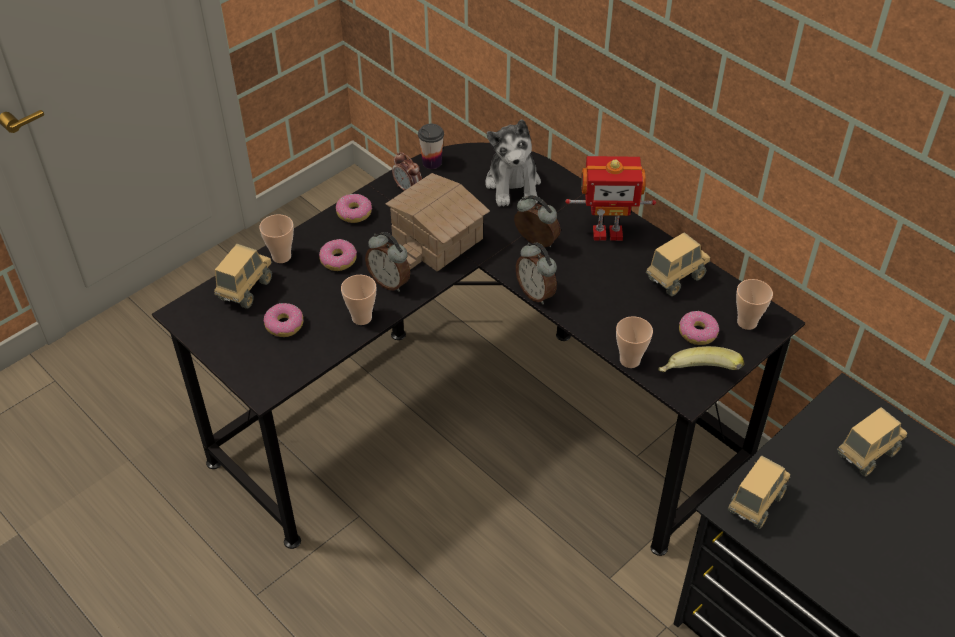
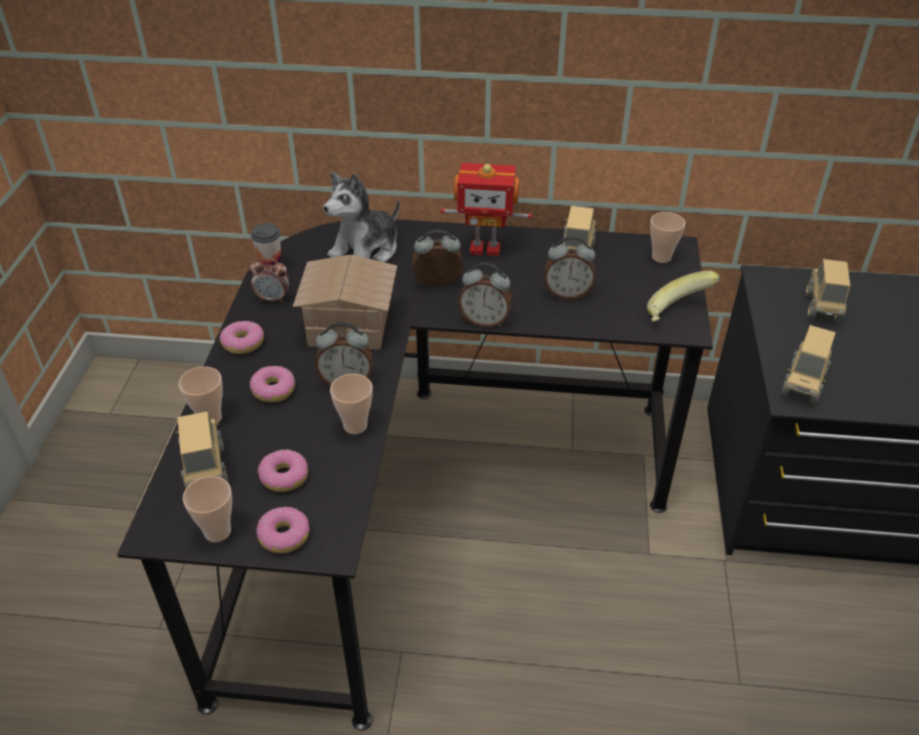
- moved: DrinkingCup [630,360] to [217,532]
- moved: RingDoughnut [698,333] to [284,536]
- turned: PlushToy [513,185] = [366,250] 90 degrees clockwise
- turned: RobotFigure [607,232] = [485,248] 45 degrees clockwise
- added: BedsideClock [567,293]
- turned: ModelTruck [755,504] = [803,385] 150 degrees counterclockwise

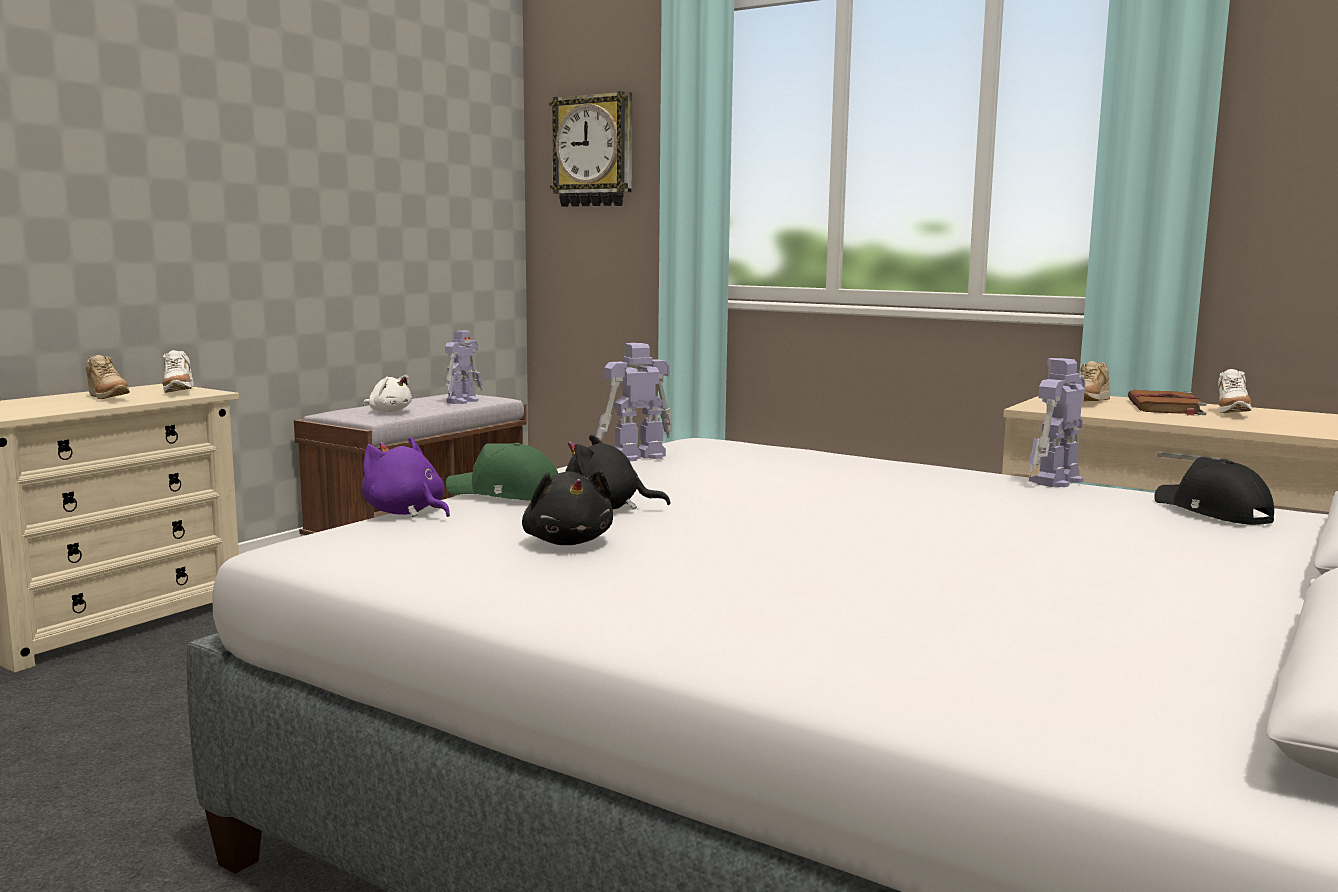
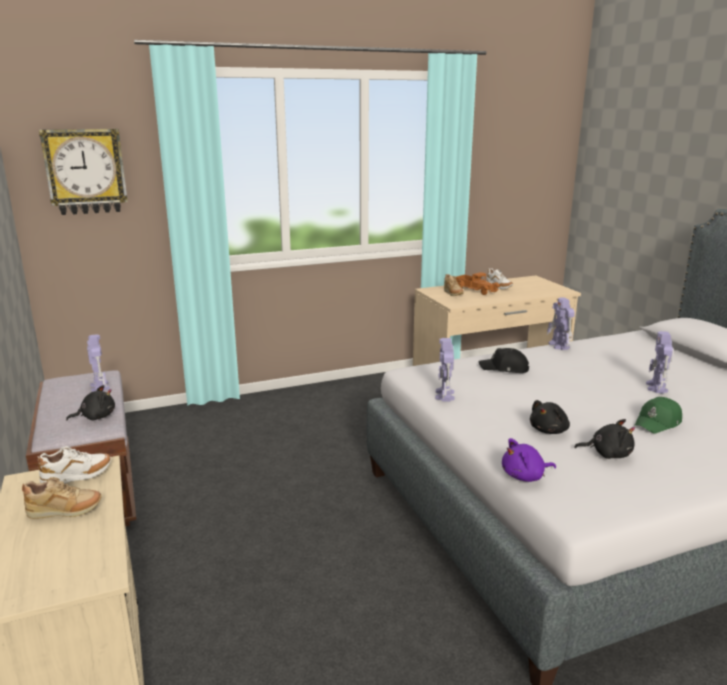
- turned: WhitishShoe [178,392] = [77,477] 45 degrees counterclockwise
- recoloured: WhitishPlushToy [389,411] to BlackPlushToy [96,417]
- replaced: BrownColouredVolume [1165,407] to ModelTruck [476,289]
- moved: BlackPeakedCap [1211,512] to [504,368]
- moved: GreenishPeakedCap [505,494] to [658,423]
- added: RobotFigure [656,388]

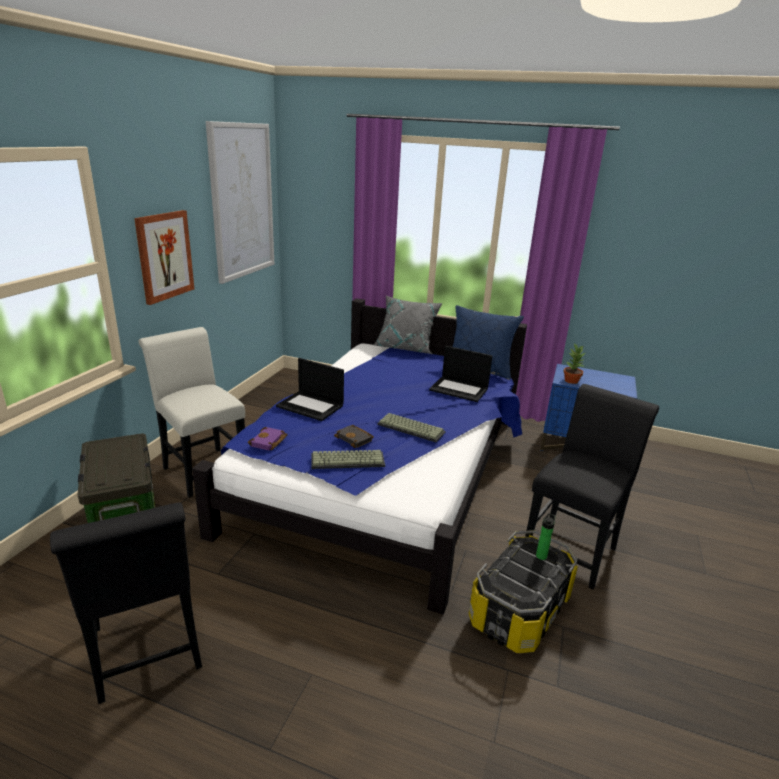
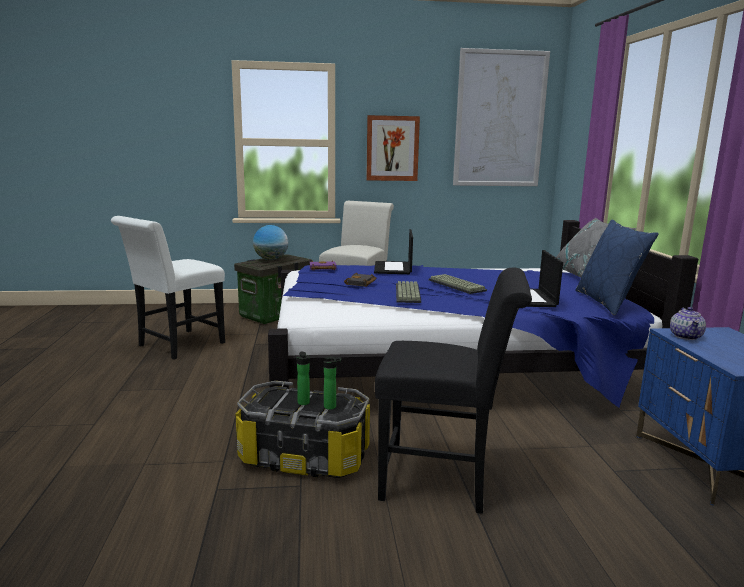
- recoloured: BlackUprightChair [147,654] to WhitishUprightChair [176,346]
- added: WorldGlobe [271,259]
- added: DrinkBottle [304,403]
- moved: Keyboard [348,460] to [458,285]
- replaced: PottedPlant [571,380] to PotForTea [686,336]

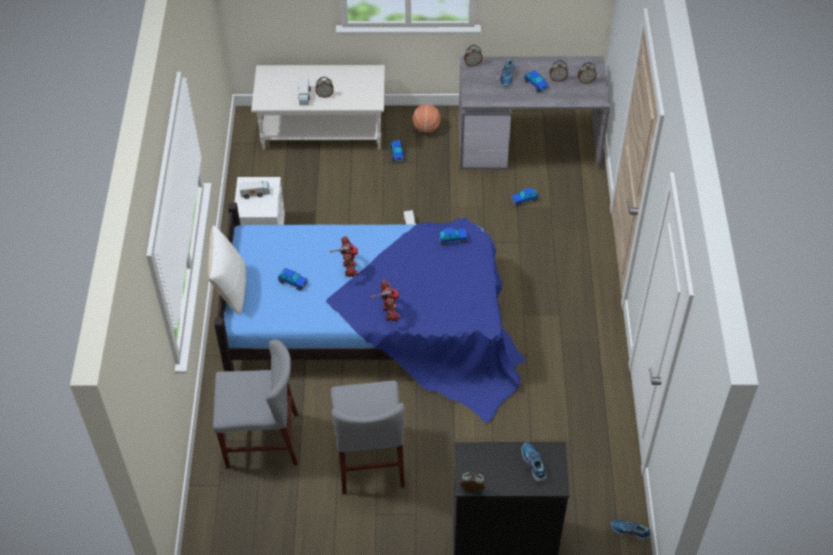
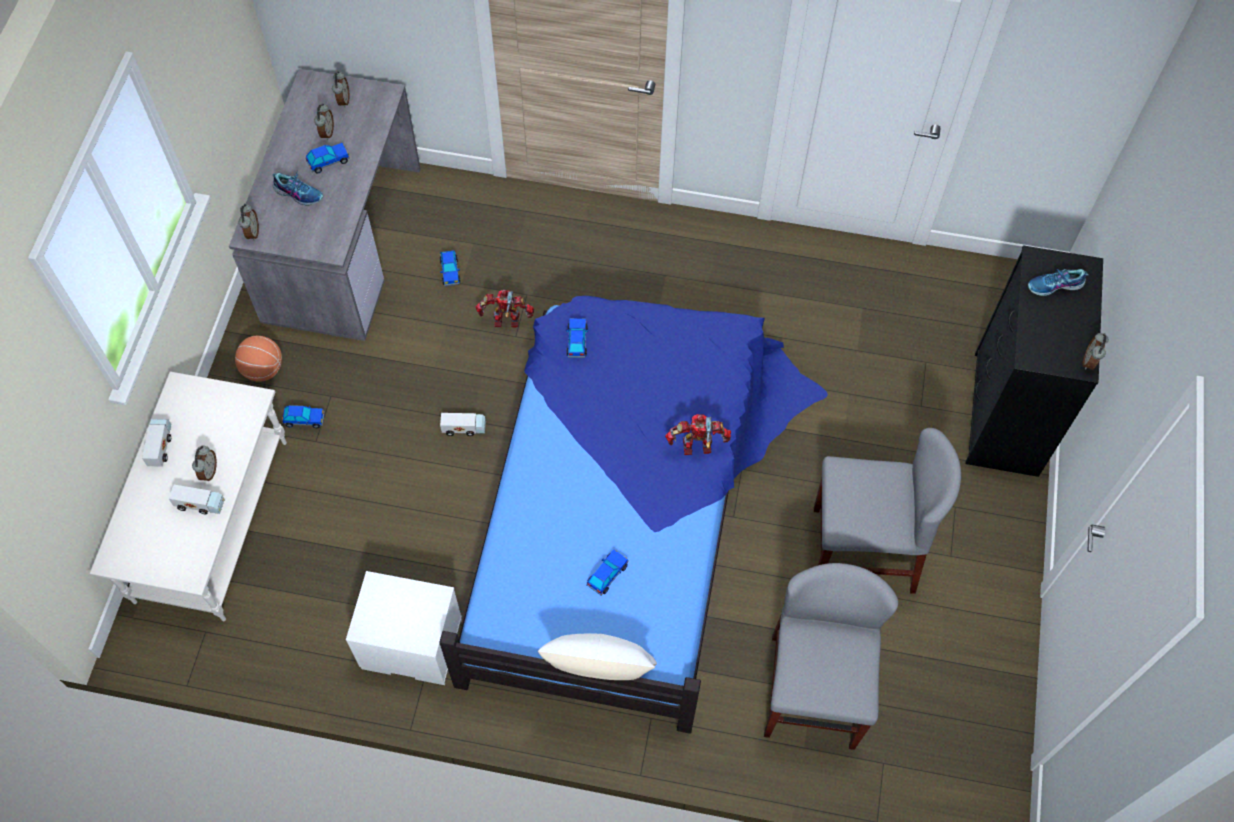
- moved: ModelTruck [255,193] to [160,446]
- moved: RobotFigure [349,269] to [507,322]
- removed: Shoe [630,531]

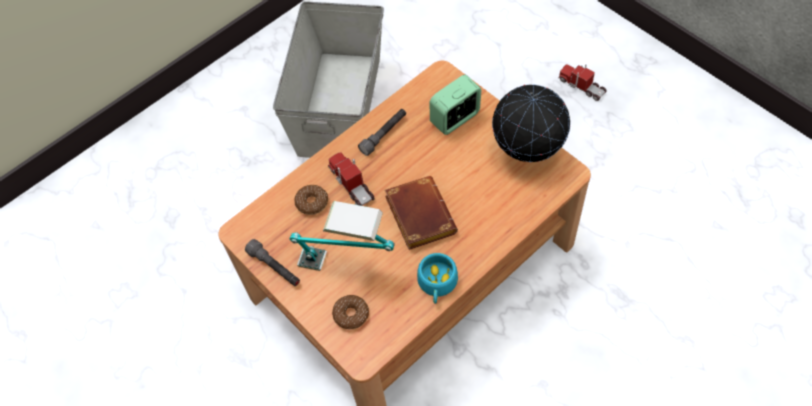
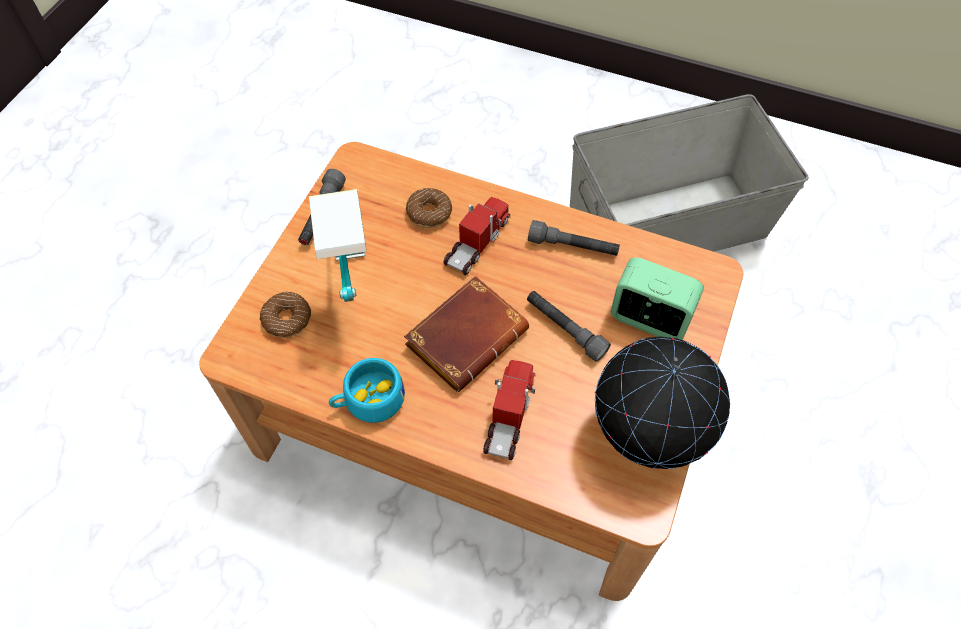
- moved: ModelTruck [581,86] to [509,415]
- added: GreyishTorch [565,329]

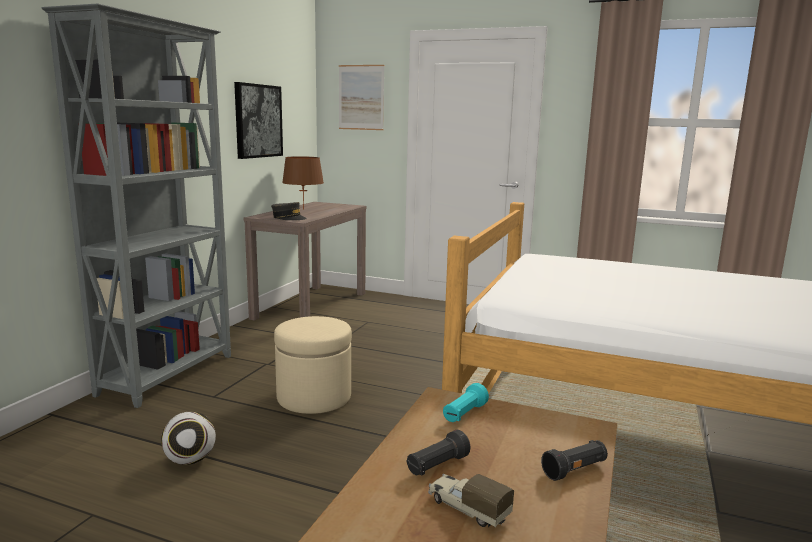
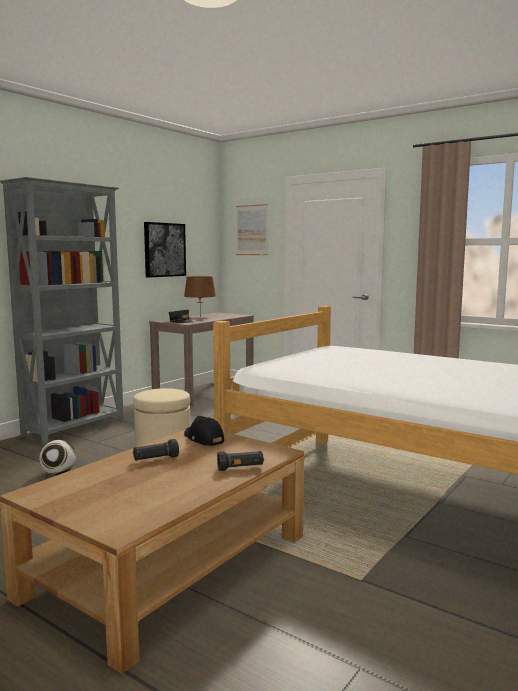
- replaced: TurquoiseColouredTorch [464,414] to BlackPeakedCap [203,439]
- removed: ModelTruck [467,509]

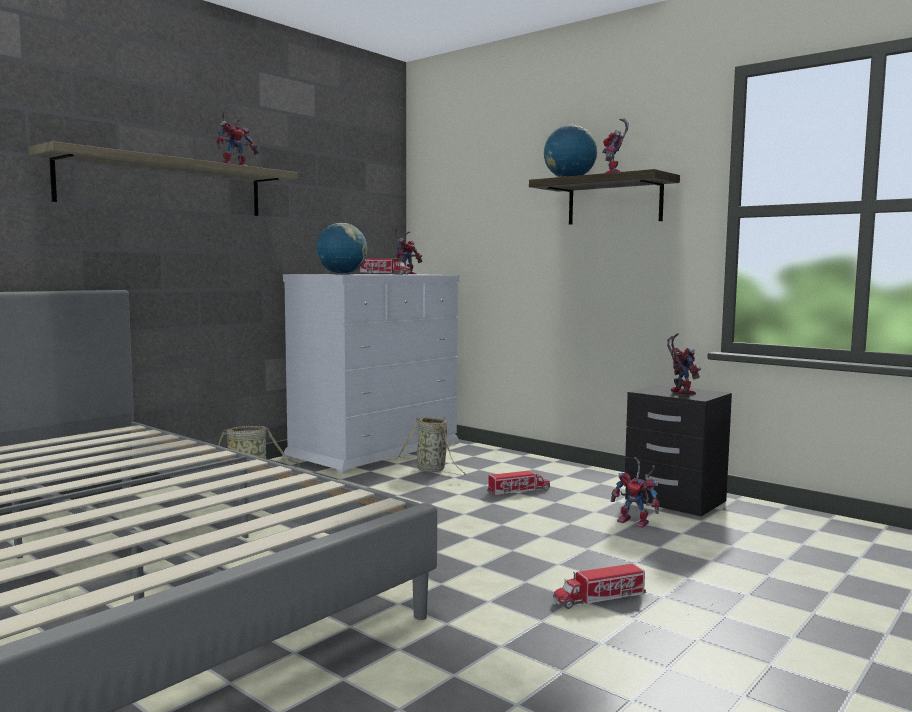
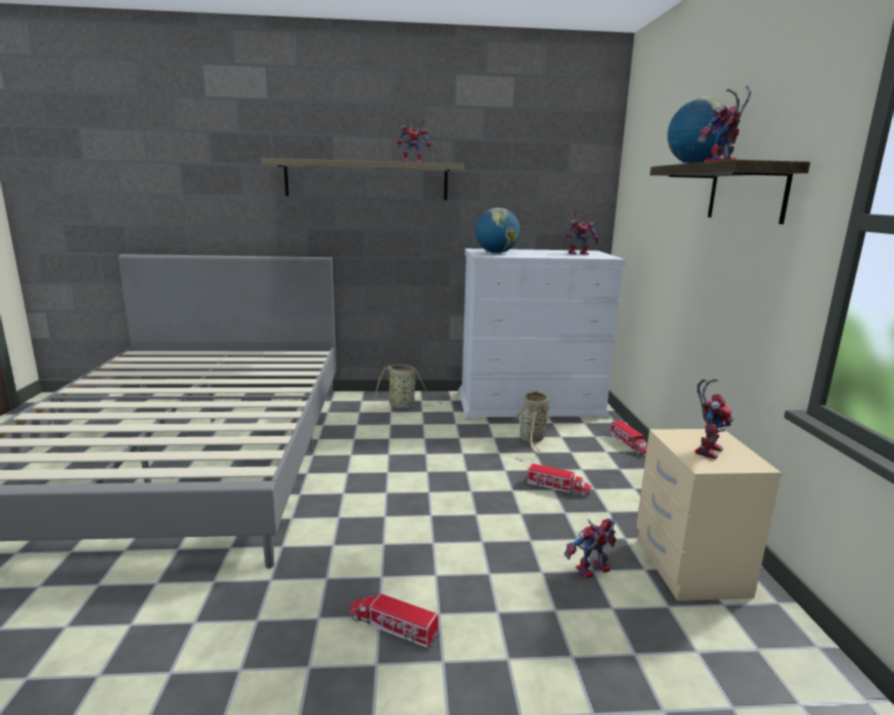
- turned: RobotFigure [636,522] = [591,571] 75 degrees clockwise
- moved: ModelTruck [384,274] to [629,444]
- recoloured: BlackNightTable [675,500] to BeigeNightTable [690,567]

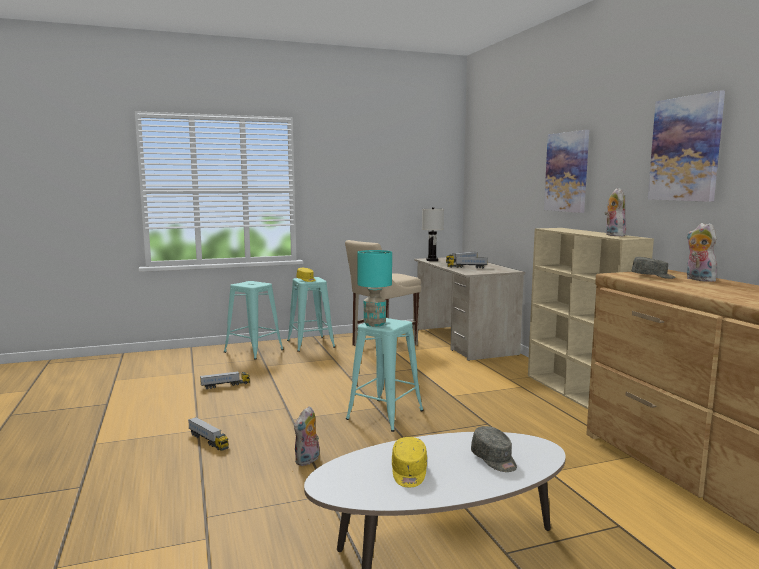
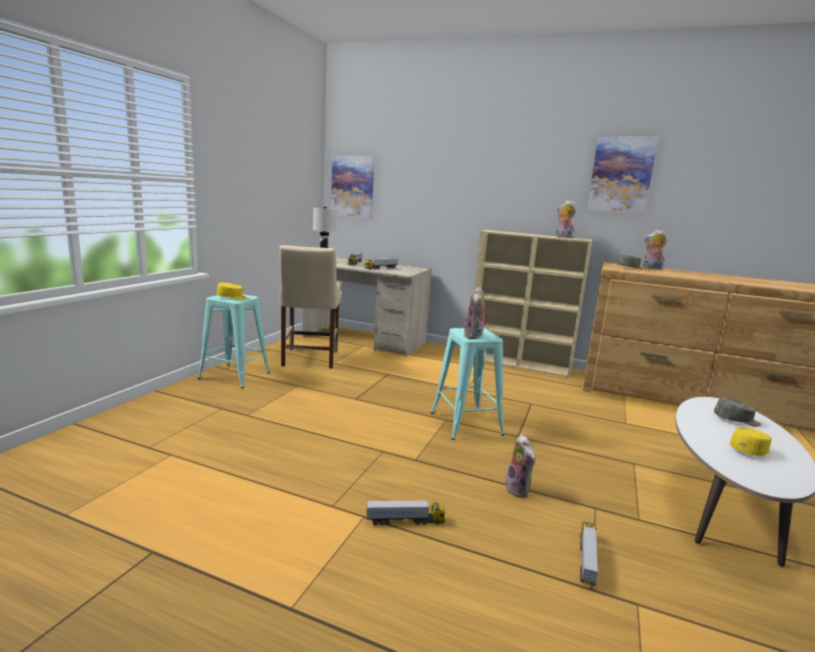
- moved: WallArt [567,172] to [352,187]
- replaced: TurquoiseColouredTableLamp [375,324] to PlushToy [474,336]
- moved: ModelTruck [225,385] to [586,559]
- turned: YellowishPeakedCap [409,473] = [750,450] 75 degrees counterclockwise
- removed: TurquoiseColouredSittingStool [253,351]

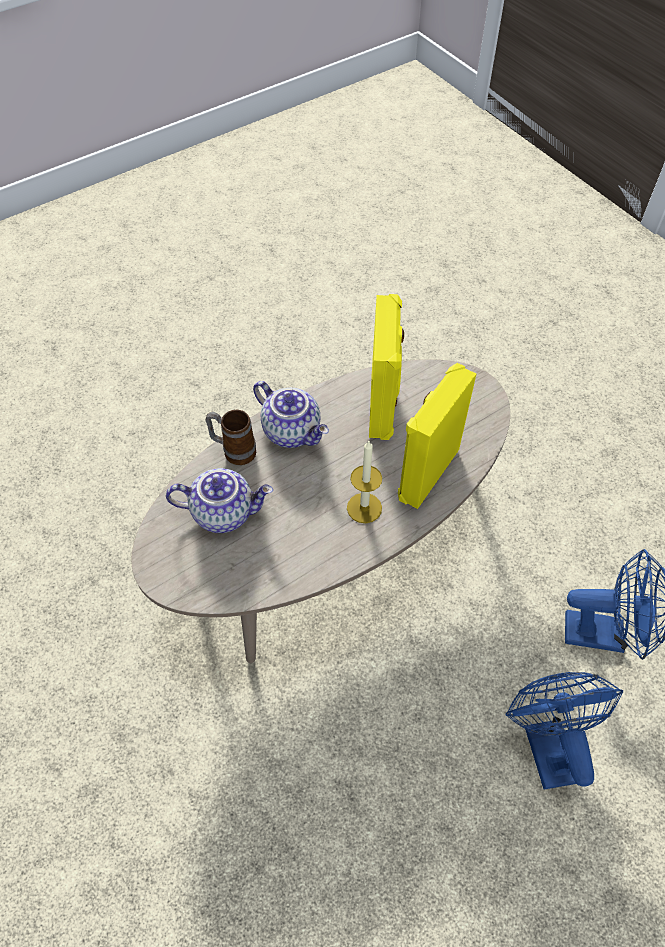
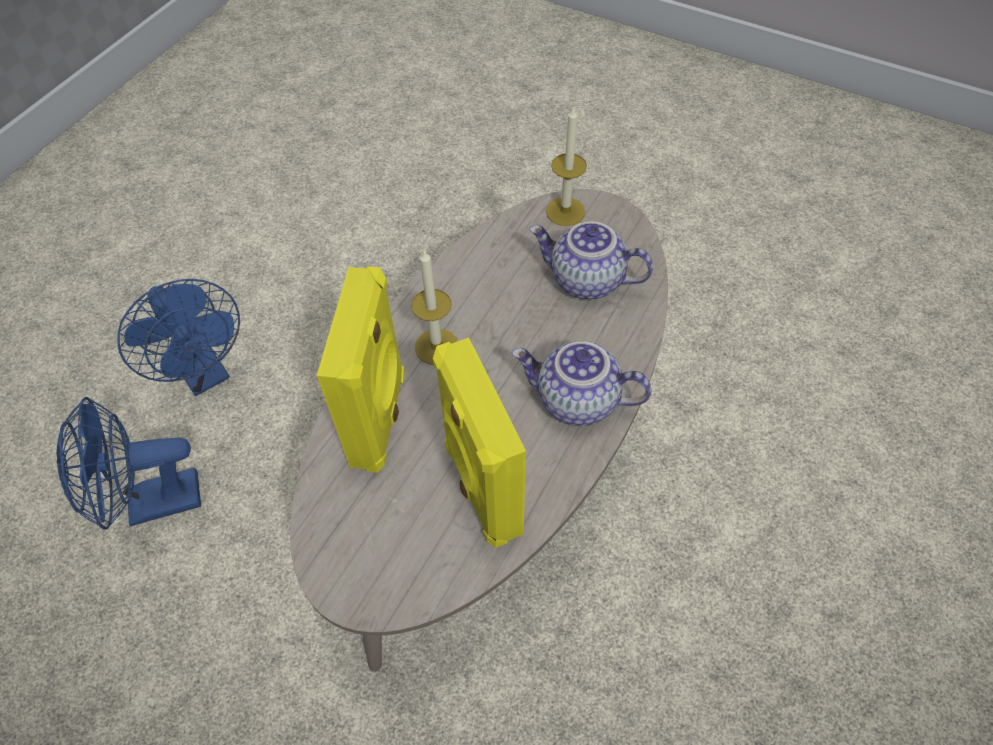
- turned: PotForTea [224,512] = [585,281] 45 degrees clockwise
- added: WaxCandle [565,211]
- removed: Mug [234,451]

